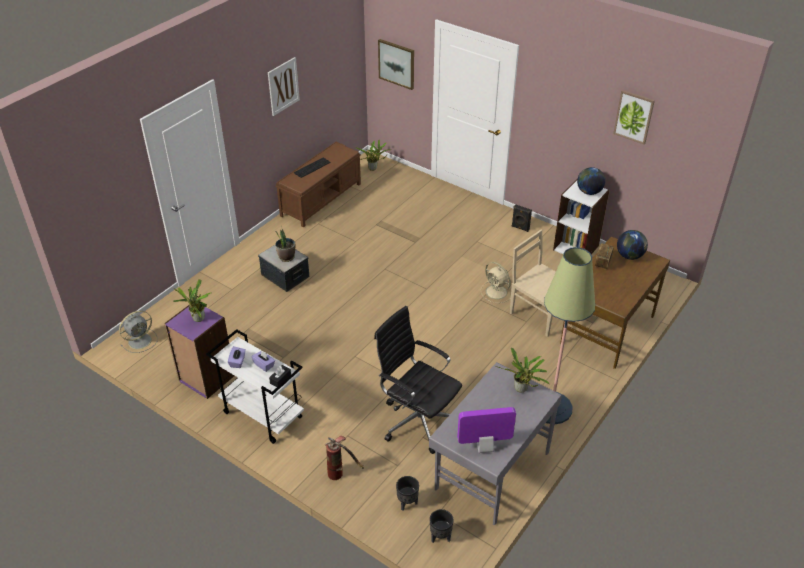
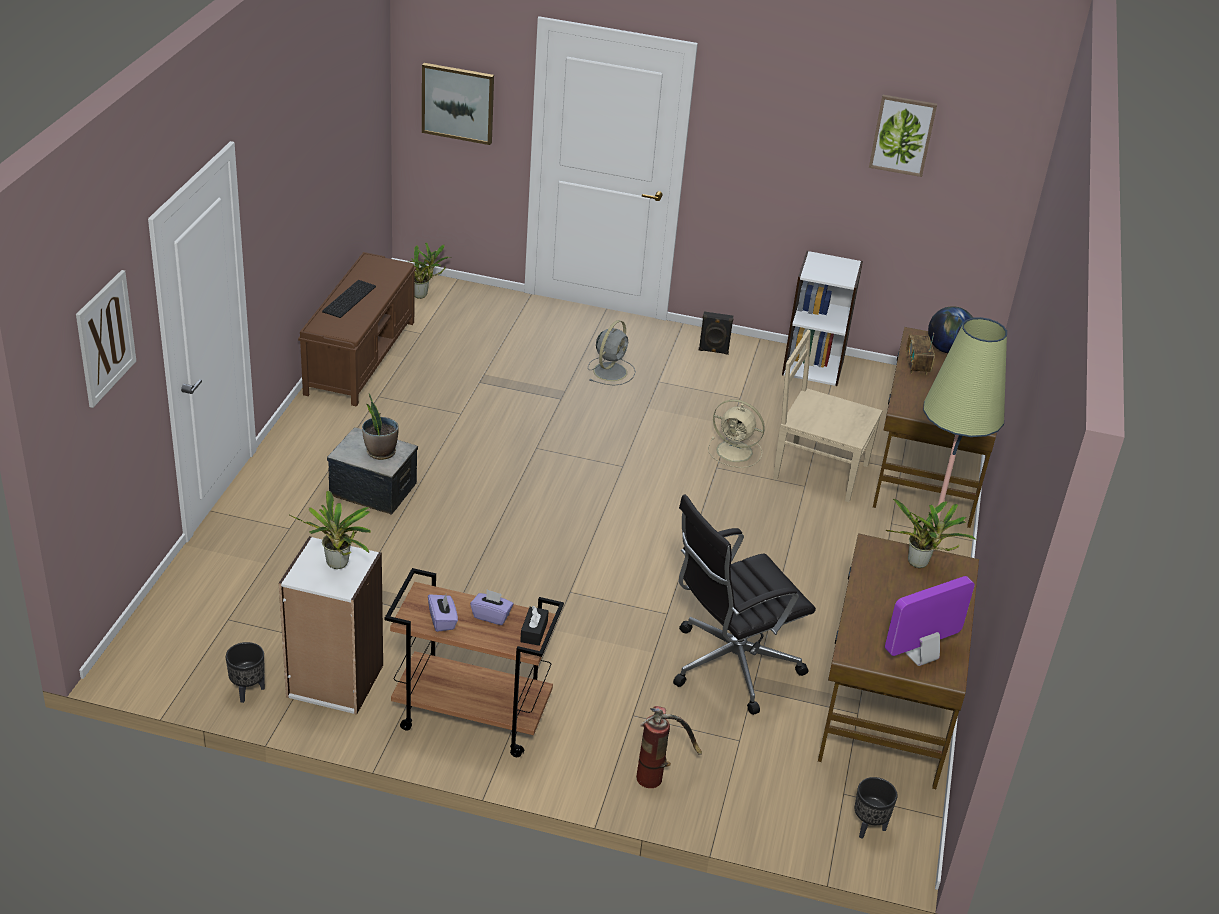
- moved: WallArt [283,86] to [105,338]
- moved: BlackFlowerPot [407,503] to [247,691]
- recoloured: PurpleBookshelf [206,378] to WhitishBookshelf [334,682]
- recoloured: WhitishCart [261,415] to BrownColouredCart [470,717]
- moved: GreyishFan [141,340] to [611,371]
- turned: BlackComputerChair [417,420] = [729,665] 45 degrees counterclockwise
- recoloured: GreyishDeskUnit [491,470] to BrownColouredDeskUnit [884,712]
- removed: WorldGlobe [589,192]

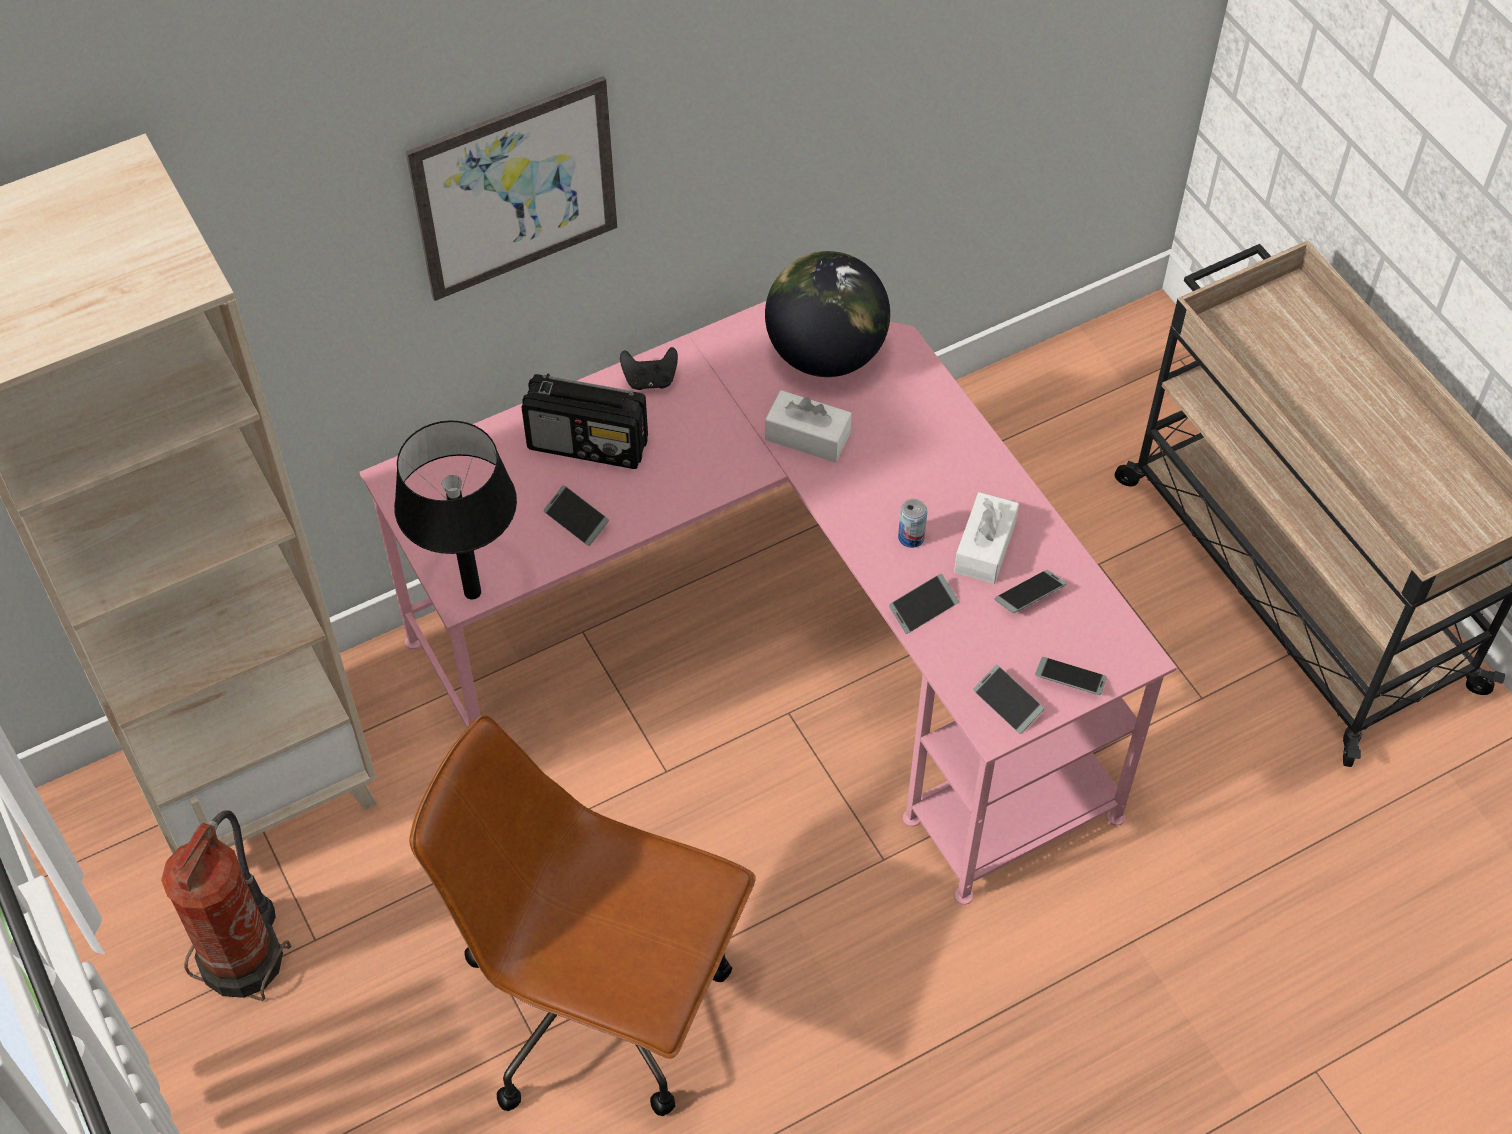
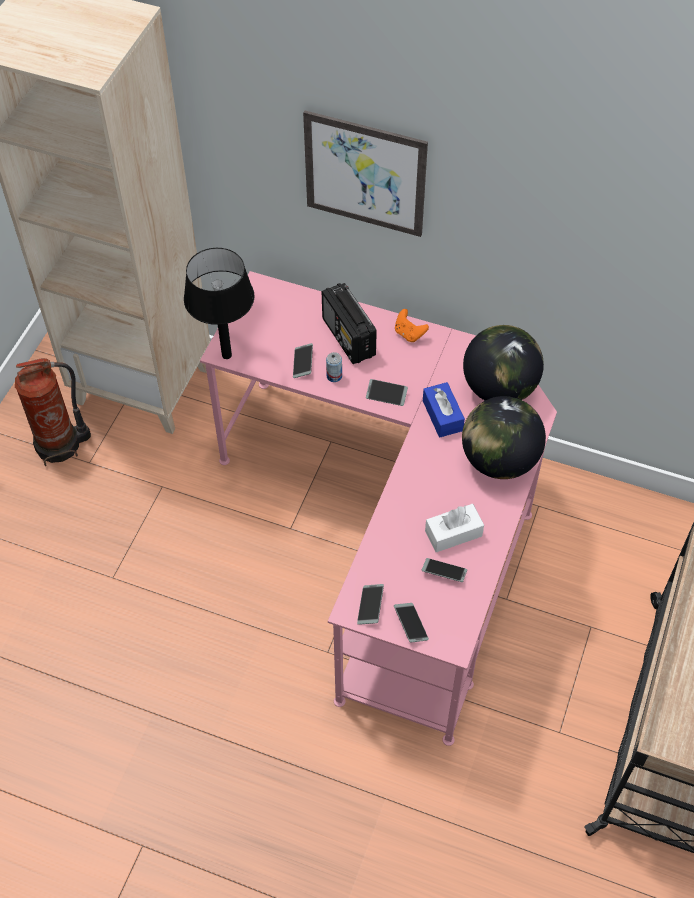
- moved: MetalCan [911,537] to [334,376]
- moved: Telephone [923,608] to [386,395]
- recoloured: BlackGameController [650,380] to OrangeGameController [409,334]
- recoloured: WhitishTissueHolder [807,436] to BluishTissueHolder [442,415]
- added: WorldGlobe [499,460]
- removed: BrownColouredComputerChair [601,1003]

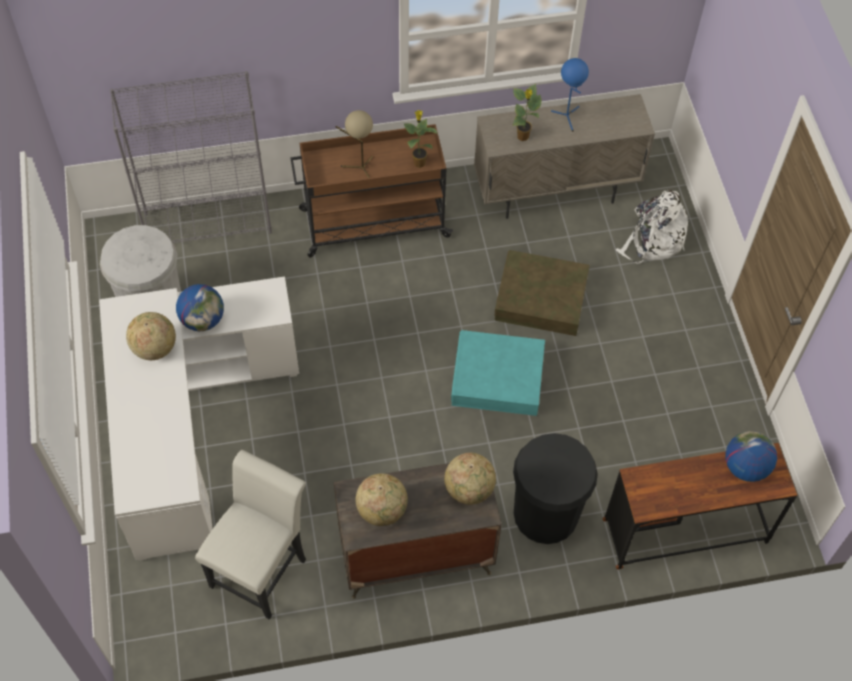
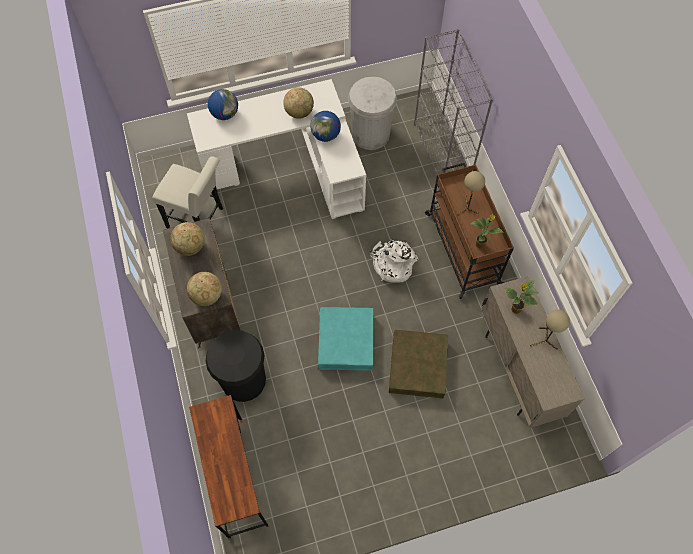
- moved: WorldGlobe [745,467] to [225,114]
- moved: WhitishBackpack [652,240] to [392,264]
- recoloured: BluishTableLamp [568,117] to BeigeTableLamp [543,341]

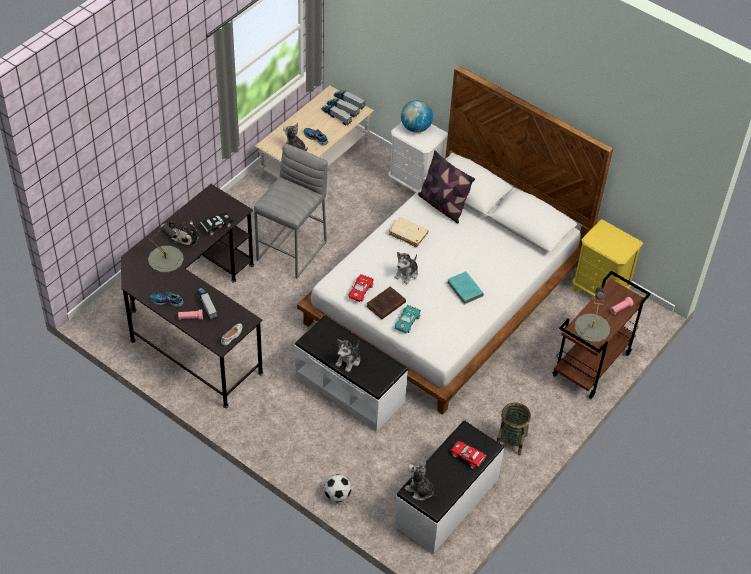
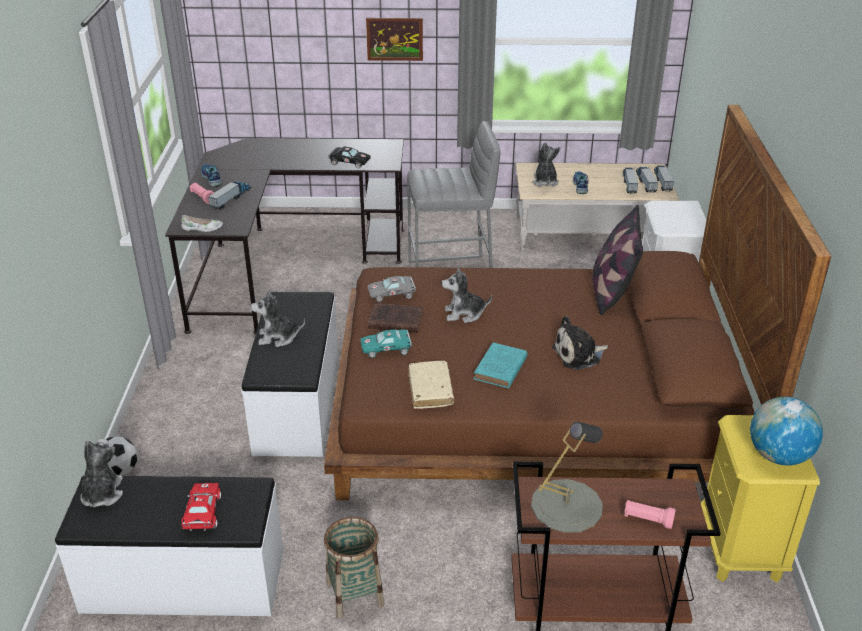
- recoloured: WhitishBedroomBed [445,295] to BrownColouredBedroomBed [533,407]
- added: WallArt [394,39]
- recoloured: ReddishModelCar [361,290] to GreyishModelCar [393,294]
- moved: BeigeVolume [408,234] to [430,390]
- moved: PlushToy [185,236] to [579,355]
- moved: WorldGlobe [415,128] to [778,455]
- removed: GreyishTableLamp [166,259]

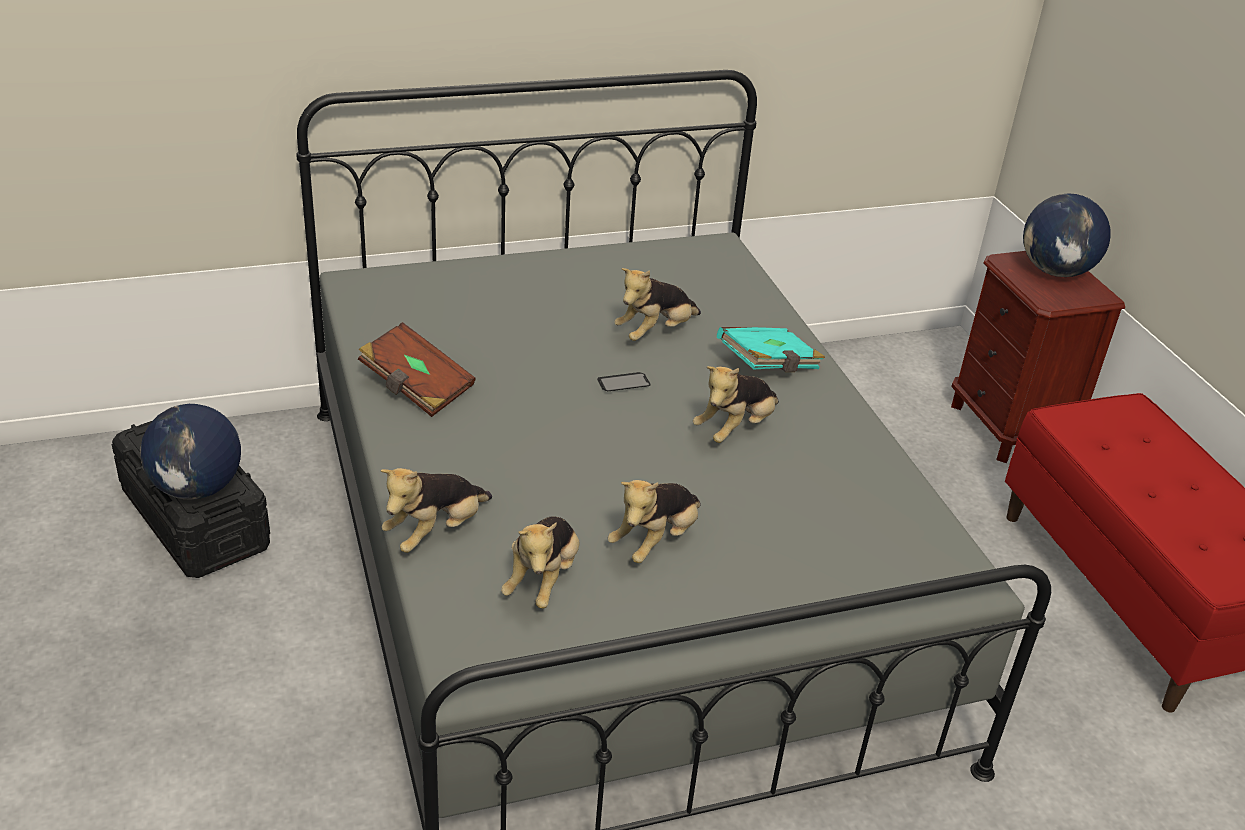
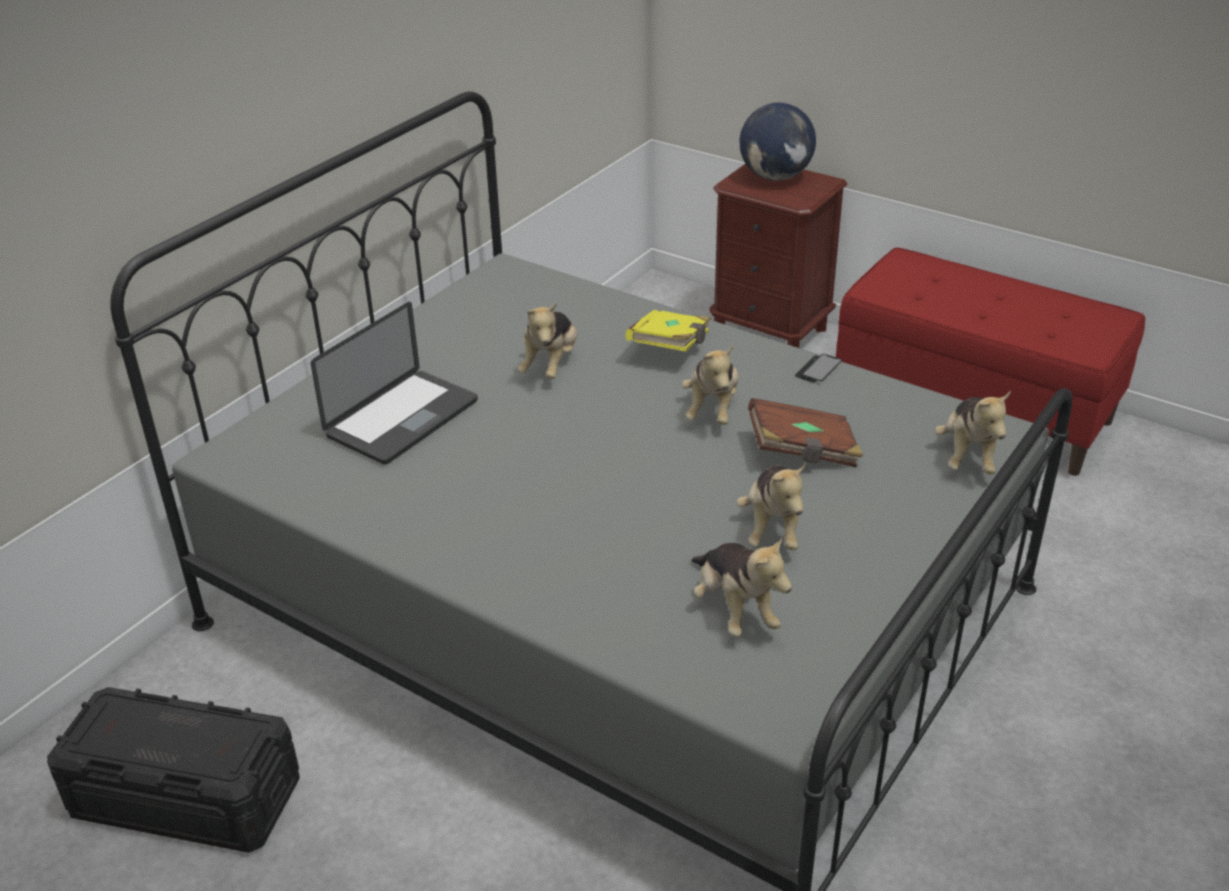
- added: Laptop [402,419]
- recoloured: TurquoiseColouredVolume [769,366] to YellowishVolume [671,347]
- moved: BrownColouredVolume [416,387] to [803,452]
- moved: Telephone [623,383] to [818,370]
- moved: PlushToy [436,532] to [967,456]
- removed: WorldGlobe [197,488]

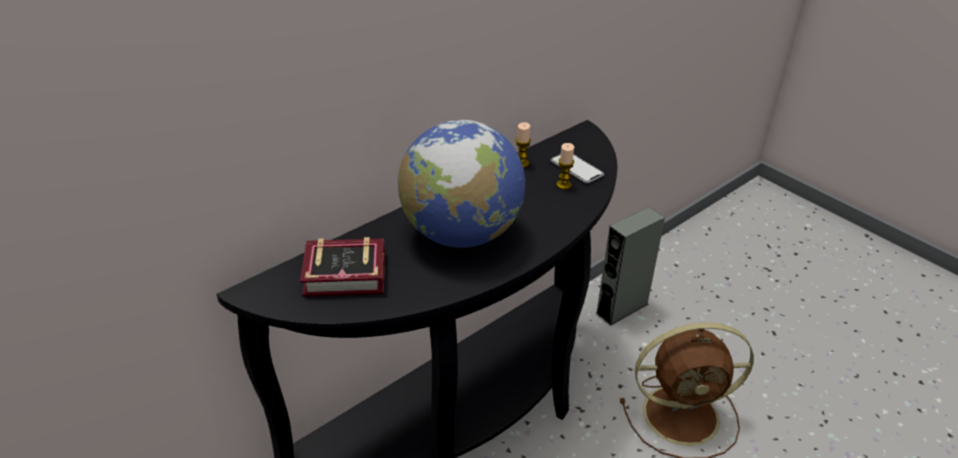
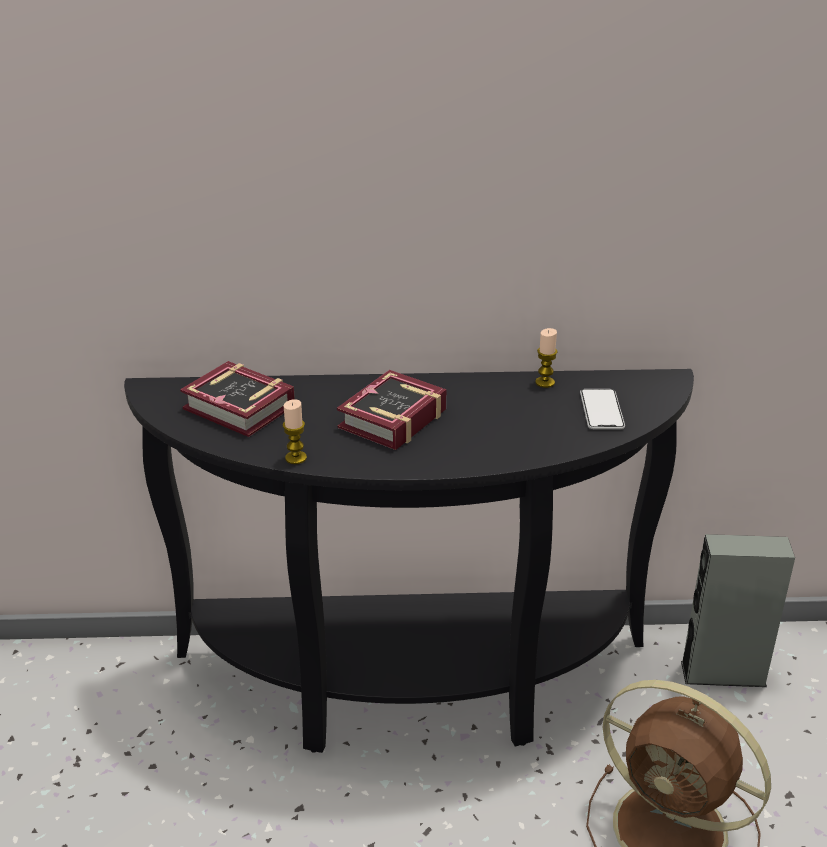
- moved: WaxCandle [563,185] to [296,458]
- replaced: WorldGlobe [461,234] to Volume [388,420]

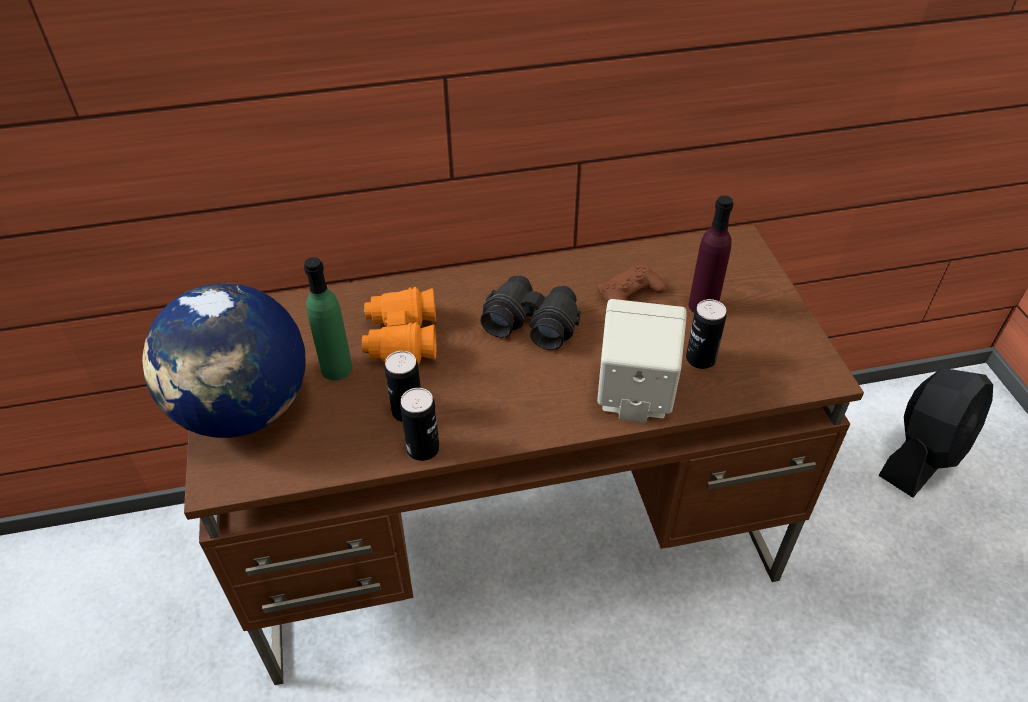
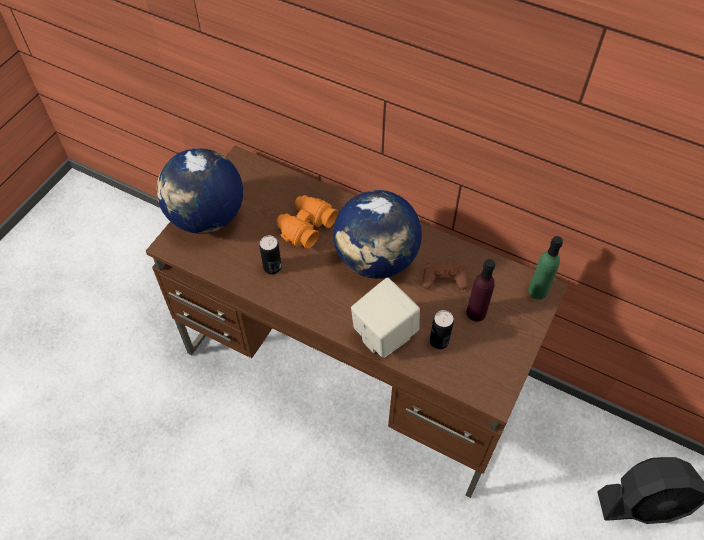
- replaced: BlackBinoculars [531,322] to WorldGlobe [376,260]
- moved: GreenishDrinkBottle [336,368] to [537,291]
- removed: MetalCan [423,449]

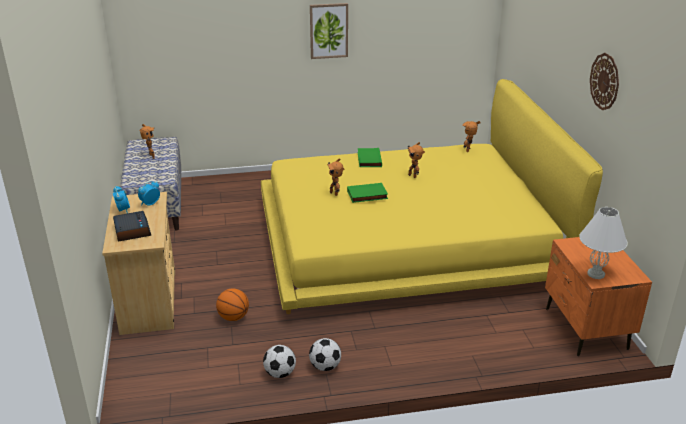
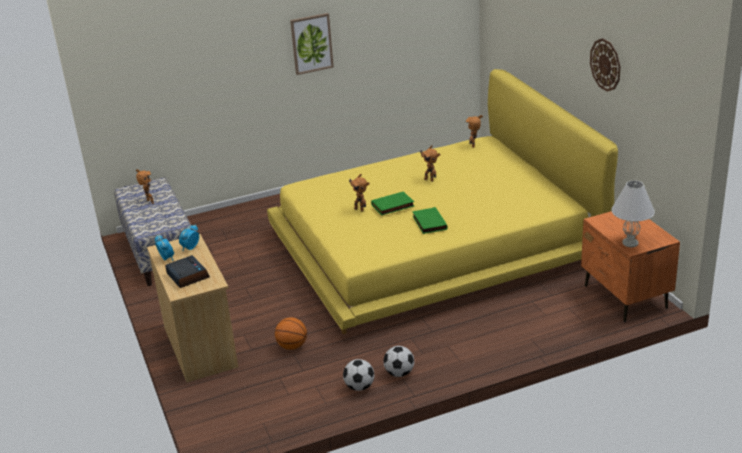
- moved: GreenishVolume [368,159] to [428,223]

